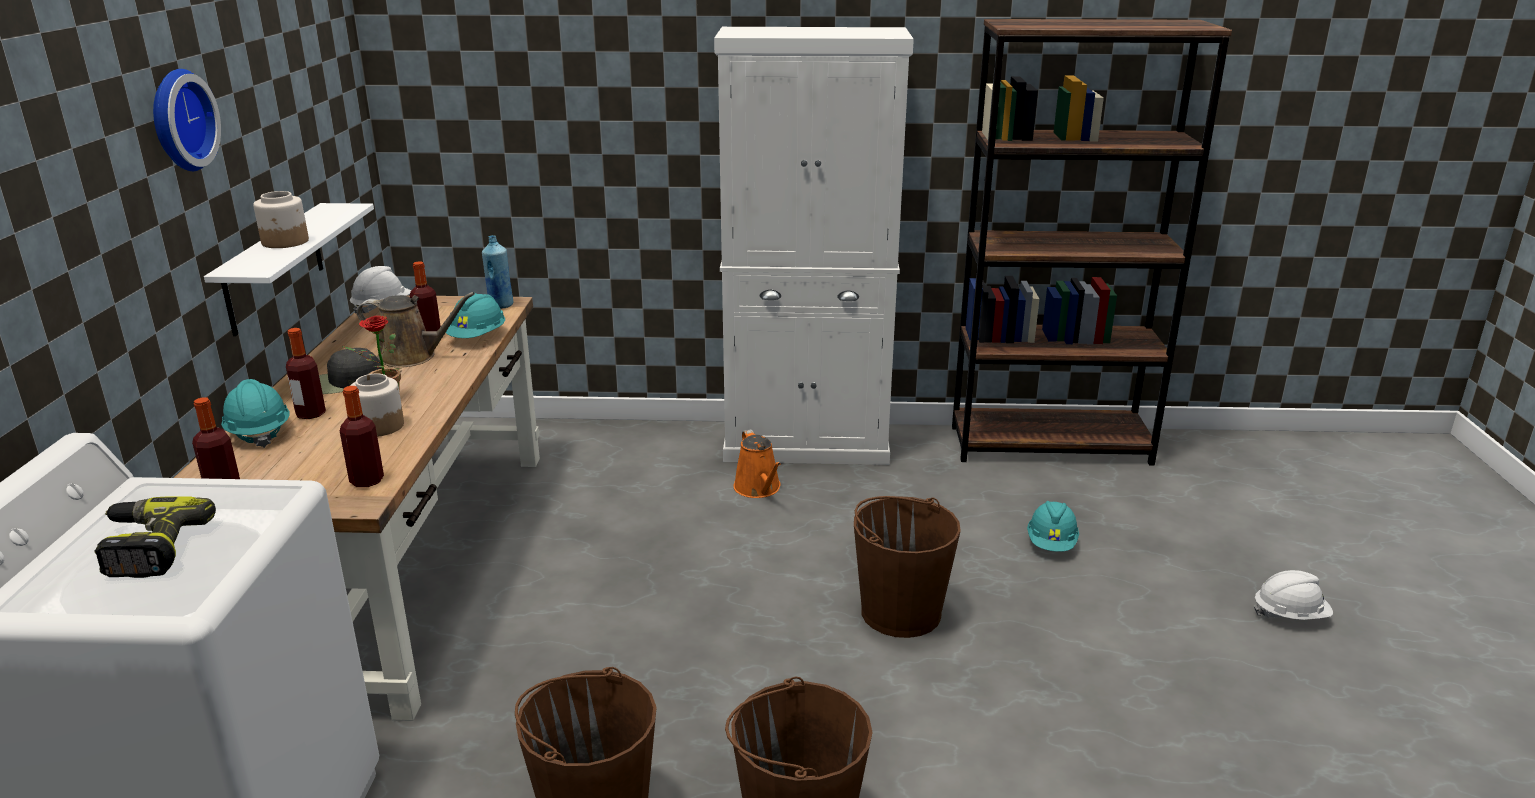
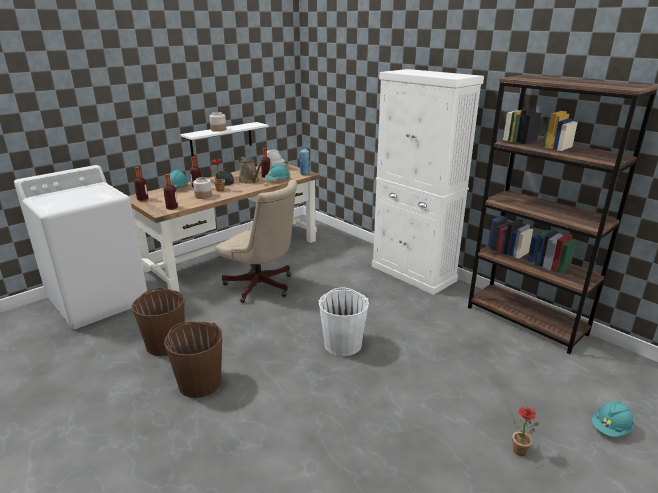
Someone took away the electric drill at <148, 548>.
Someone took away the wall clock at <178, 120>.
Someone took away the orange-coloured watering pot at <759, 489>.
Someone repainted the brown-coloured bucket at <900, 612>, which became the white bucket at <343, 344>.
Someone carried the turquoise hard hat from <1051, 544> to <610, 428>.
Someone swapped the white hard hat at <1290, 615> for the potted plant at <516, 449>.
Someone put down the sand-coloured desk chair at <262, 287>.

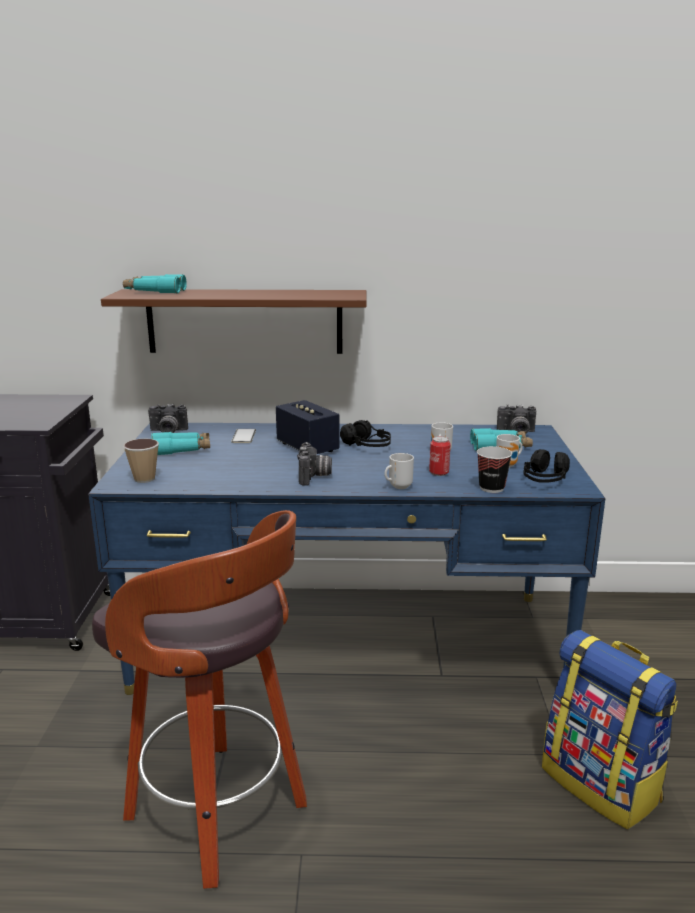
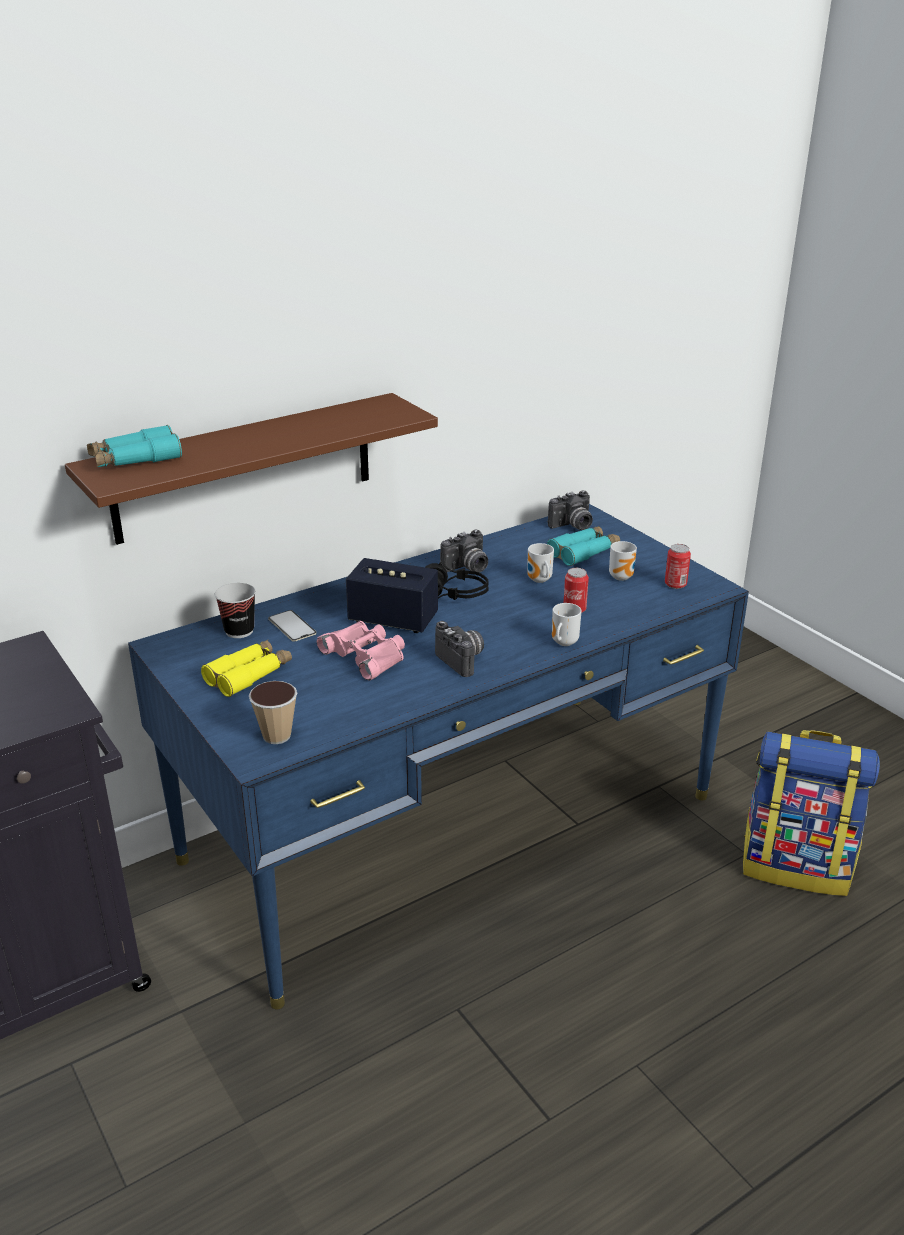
Someone took away the stool seat at <220, 813>.
Someone carried the still camera from <168, 432> to <467, 568>.
Someone repainted the turquoise binoculars at <181, 450>, which became the yellow-coloured binoculars at <249, 675>.
Someone carried the drinking cup from <491, 488> to <239, 631>.
Someone swapped the blackish headset at <544, 479> for the sealed can at <675, 584>.
Someone put down the pink-coloured binoculars at <366, 655>.

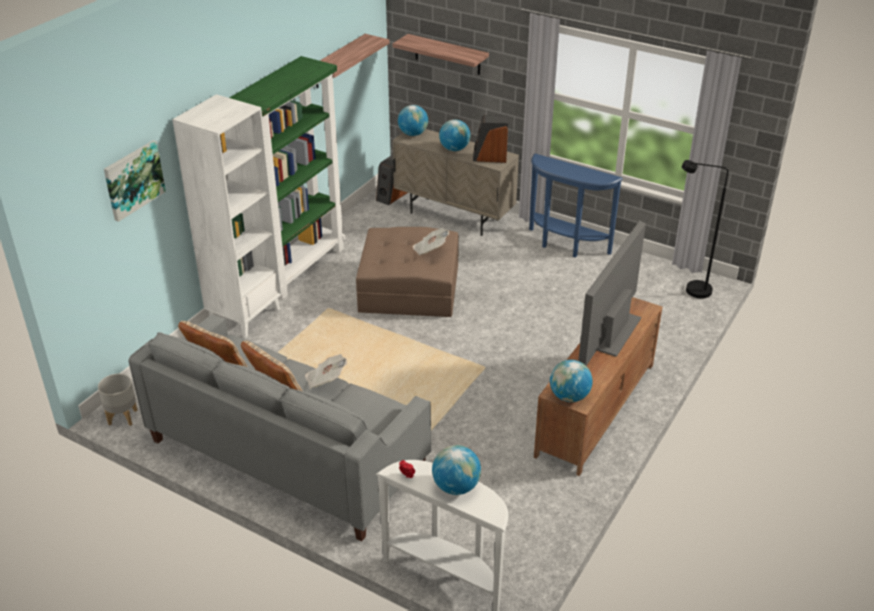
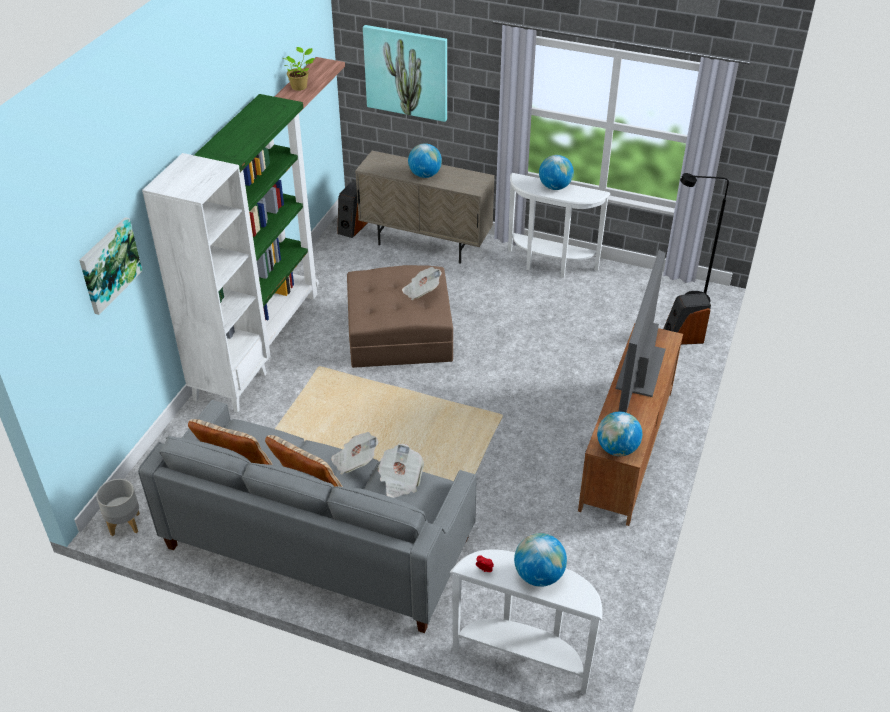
Someone swapped the bracket shelf at <447, 54> for the wall art at <406, 72>.
Someone carried the desk globe from <413, 134> to <555, 187>.
Someone carried the loudspeaker from <490, 157> to <682, 337>.
Someone repainted the blue-coloured console table at <565, 246>, which became the white console table at <549, 266>.
Someone put down the potted plant at <300, 86>.
Someone put down the newspaper at <400, 480>.

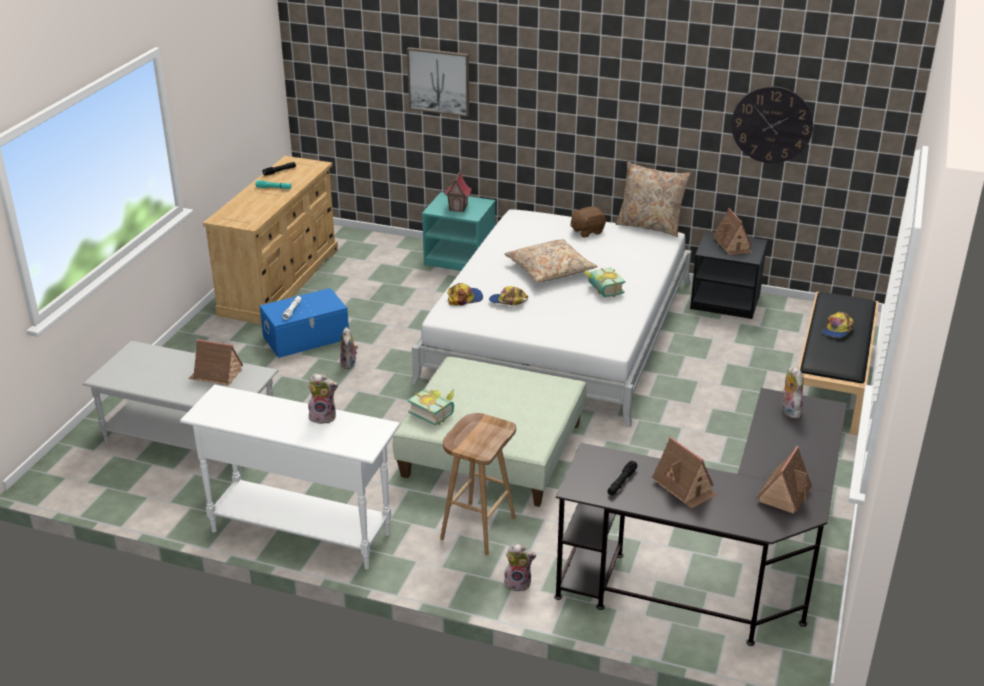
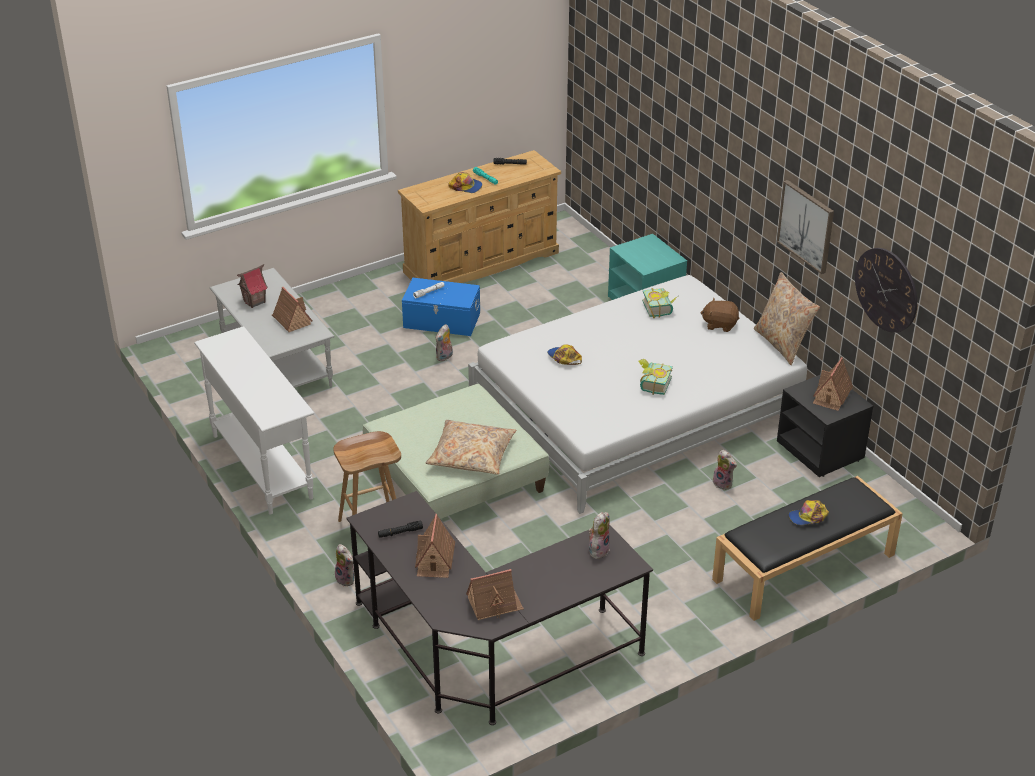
Someone carried the cuddly toy from <323, 417> to <724, 483>.
Someone carried the wall art from <439, 81> to <806, 226>.
Someone carried the book from <434, 412> to <660, 308>.
Someone carried the toy house from <458, 208> to <254, 302>.
Someone carried the cap from <464, 298> to <466, 186>.
Someone carried the sand-coloured throw pillow from <549, 270> to <471, 455>.

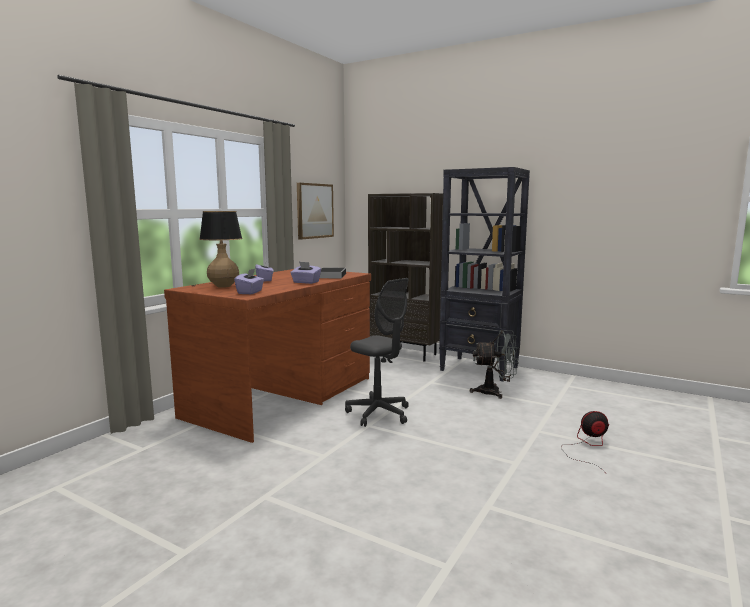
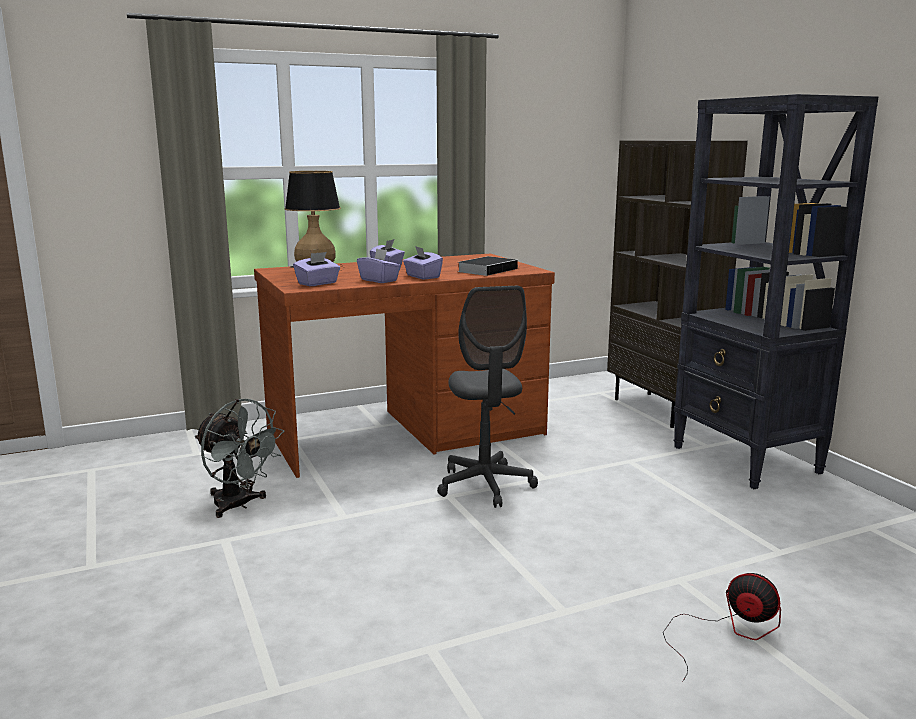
Someone took away the wall art at <314, 211>.
Someone carried the greyish electric fan from <495, 392> to <239, 505>.
Someone put down the purplish tissue box at <379, 280>.

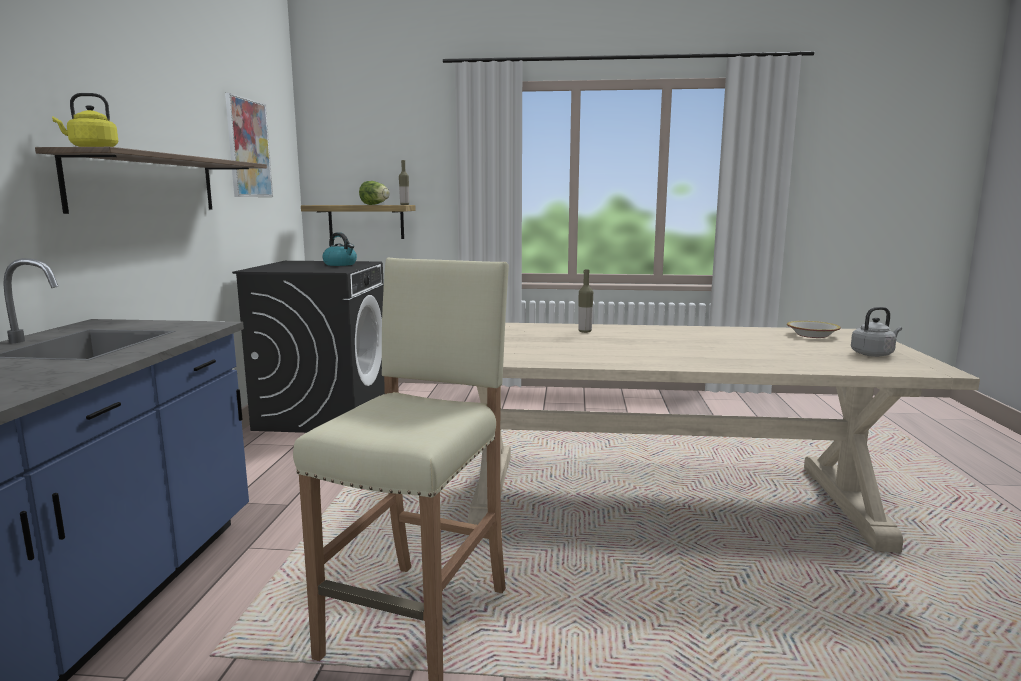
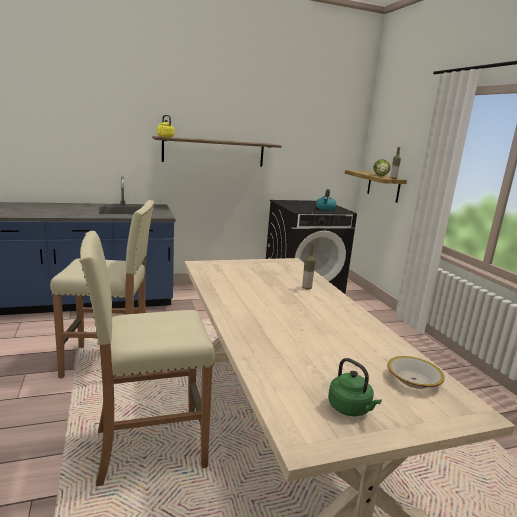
Someone took away the wall art at <248, 148>.
Someone repainted the greyish tea kettle at <873, 354>, which became the green tea kettle at <351, 409>.
Someone put down the sand-coloured stool seat at <148, 448>.

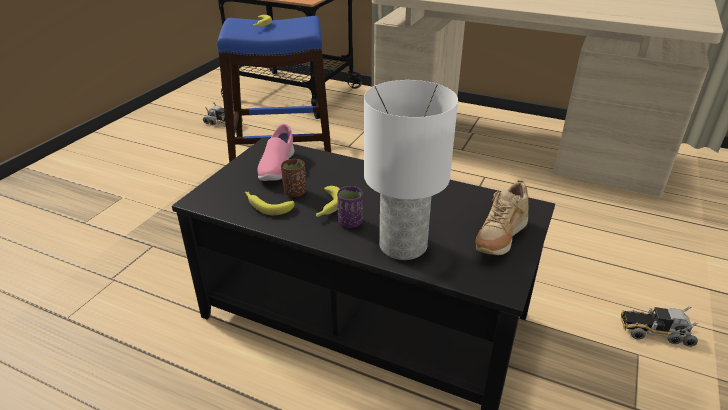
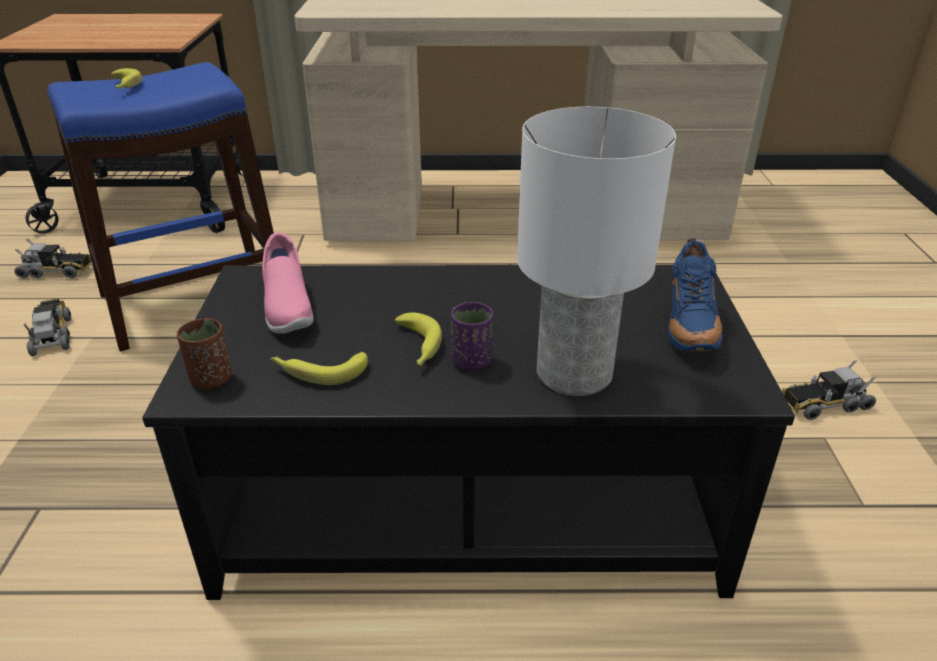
Someone carried the brown-coloured drinking cup from <295, 192> to <211, 379>.
Someone repainted the sand-coloured low shoe at <499, 239>, which became the blue-coloured low shoe at <689, 329>.
Someone put down the model truck at <52, 335>.

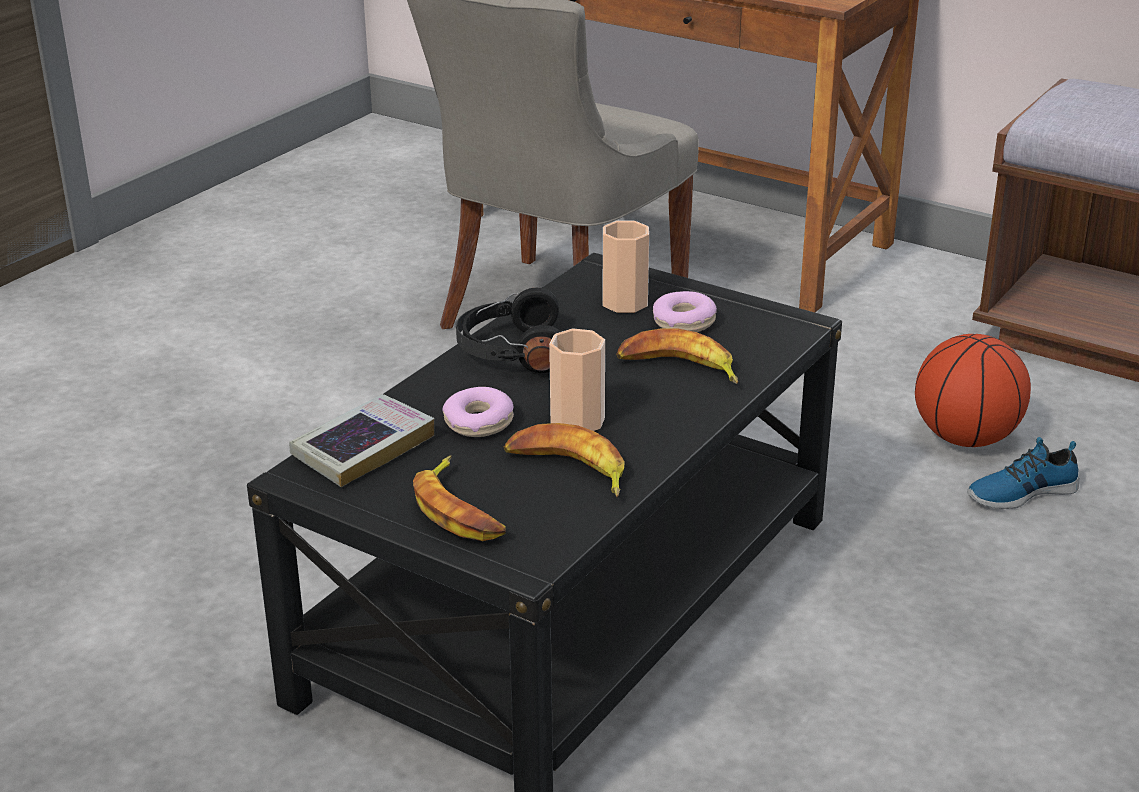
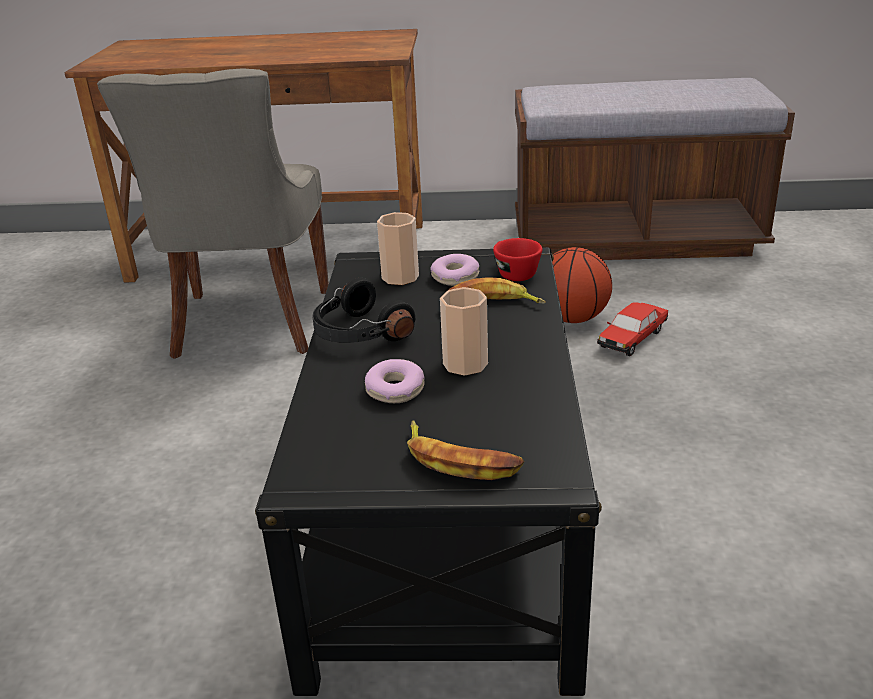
Someone took away the book at <363, 448>.
Someone took away the banana fruit at <568, 470>.
Someone swapped the low shoe at <1020, 492> for the miniature car at <632, 338>.
Someone put down the red-coloured drinking cup at <513, 273>.

